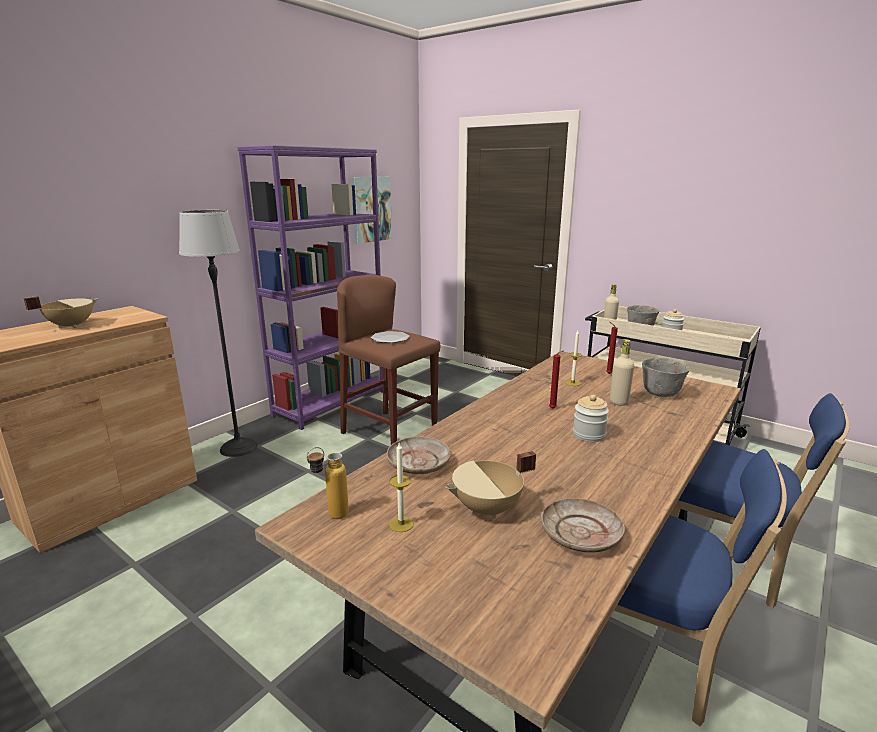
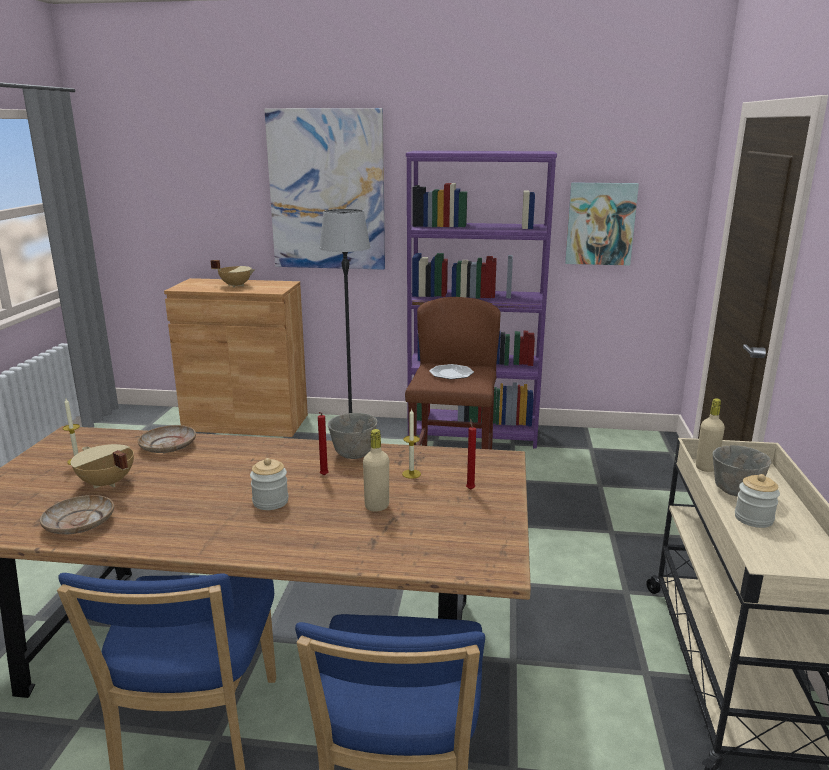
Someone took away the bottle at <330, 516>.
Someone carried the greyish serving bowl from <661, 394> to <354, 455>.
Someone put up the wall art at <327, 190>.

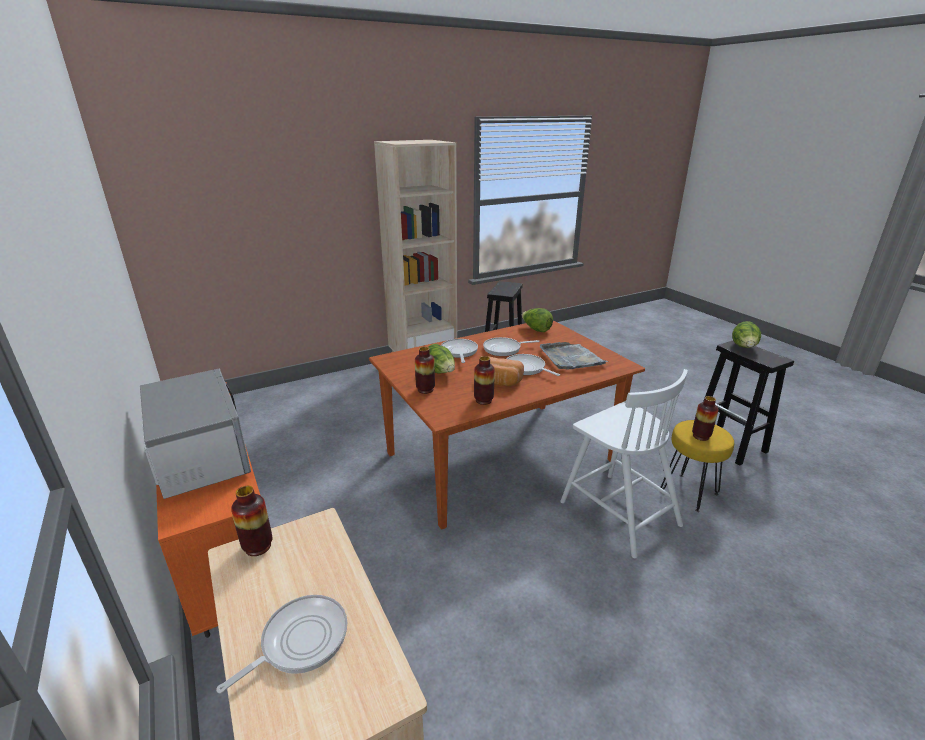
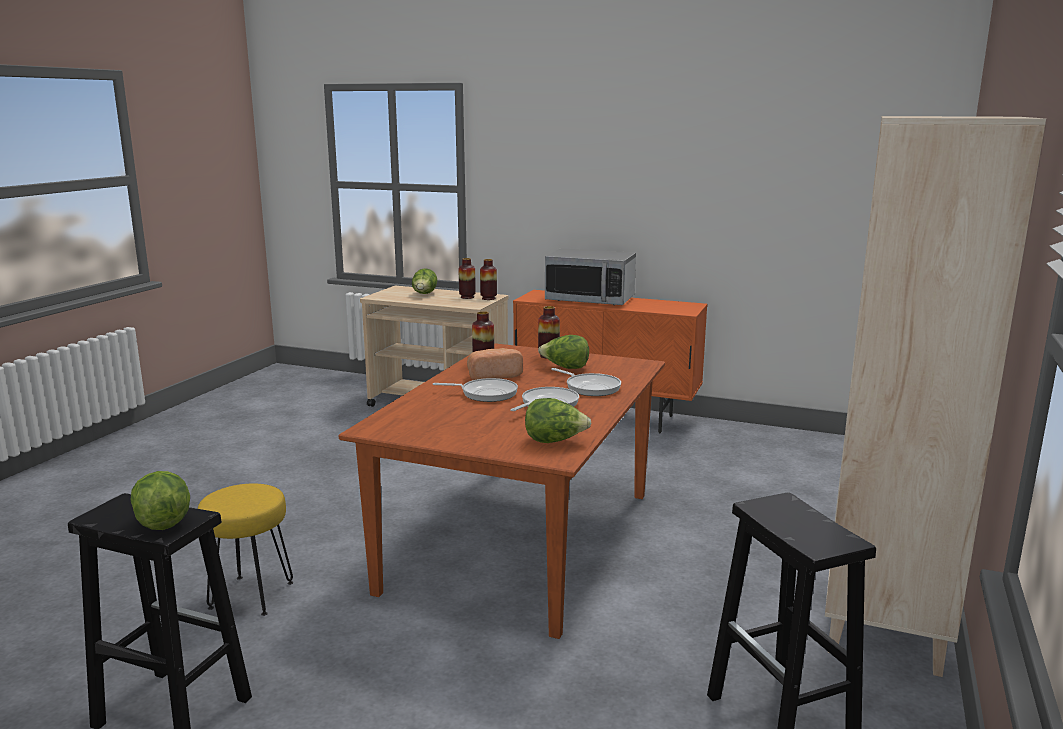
Someone swapped the skillet at <300, 641> for the lettuce at <424, 294>.
Someone took away the greyish carrying tray at <570, 358>.
Someone took away the white plain chair at <617, 512>.
Someone carried the vase from <701, 436> to <467, 297>.

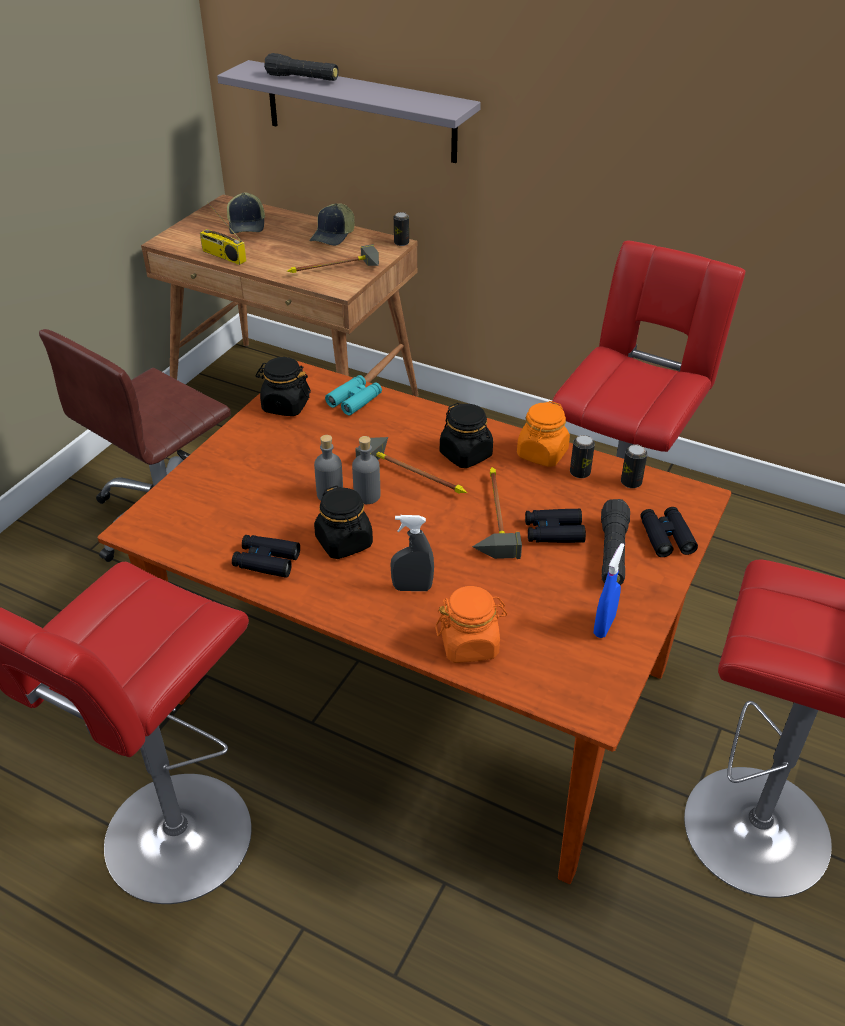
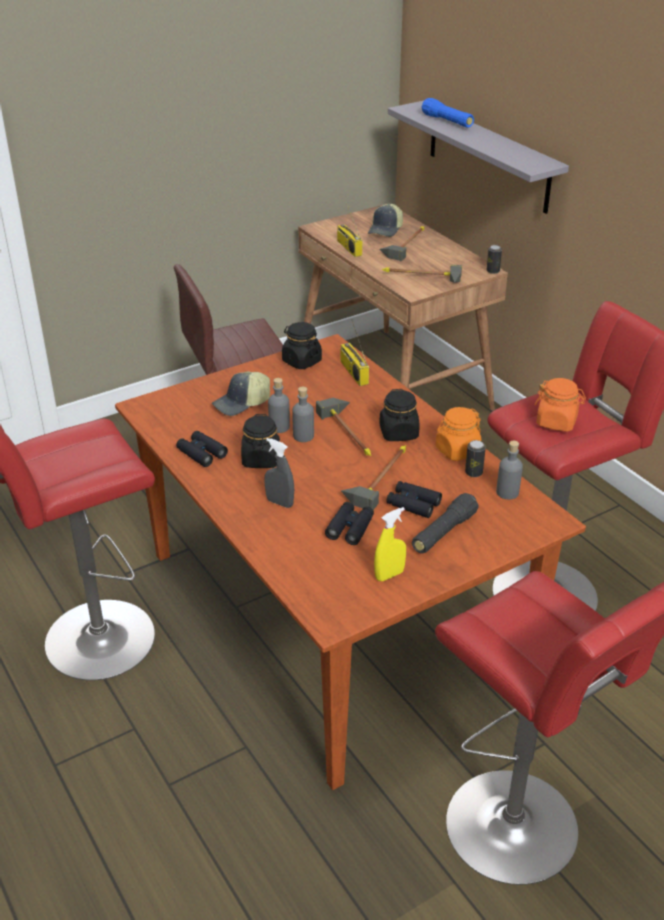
Someone repainted the blackish torch at <302, 78>, which became the blue-coloured torch at <447, 121>.
Someone carried the cap from <334, 236> to <242, 403>.
Someone swapped the turquoise binoculars at <354, 400> for the radio at <353, 372>.
Someone carried the orange-coloured storage jar from <469, 644> to <556, 422>.
Someone repainted the blue-coloured hand sprayer at <604, 626>, which became the yellow-coloured hand sprayer at <389, 575>.
Someone swapped the sealed can at <631, 482> for the greyish bottle at <507, 492>.
Someone carried the blackish binoculars from <666, 537> to <350, 528>.
Someone put down the hammer at <405, 244>.

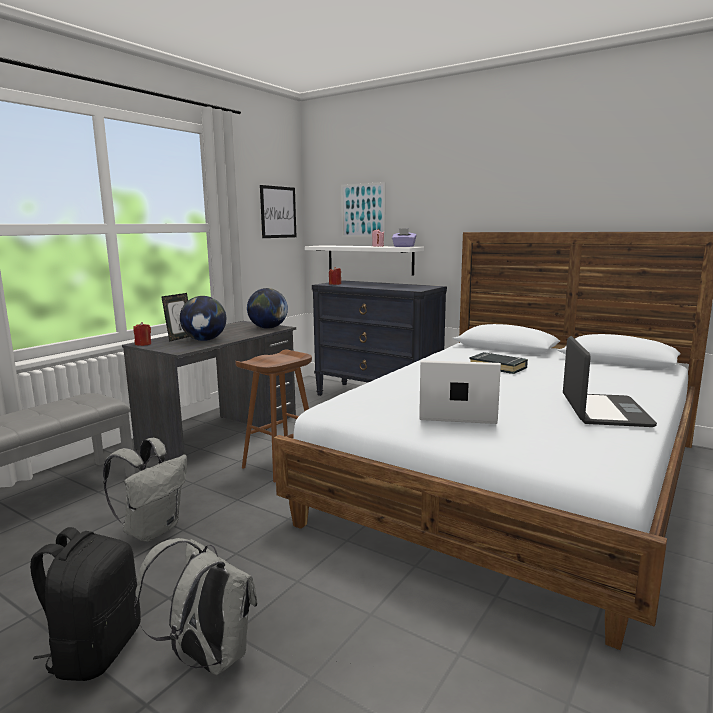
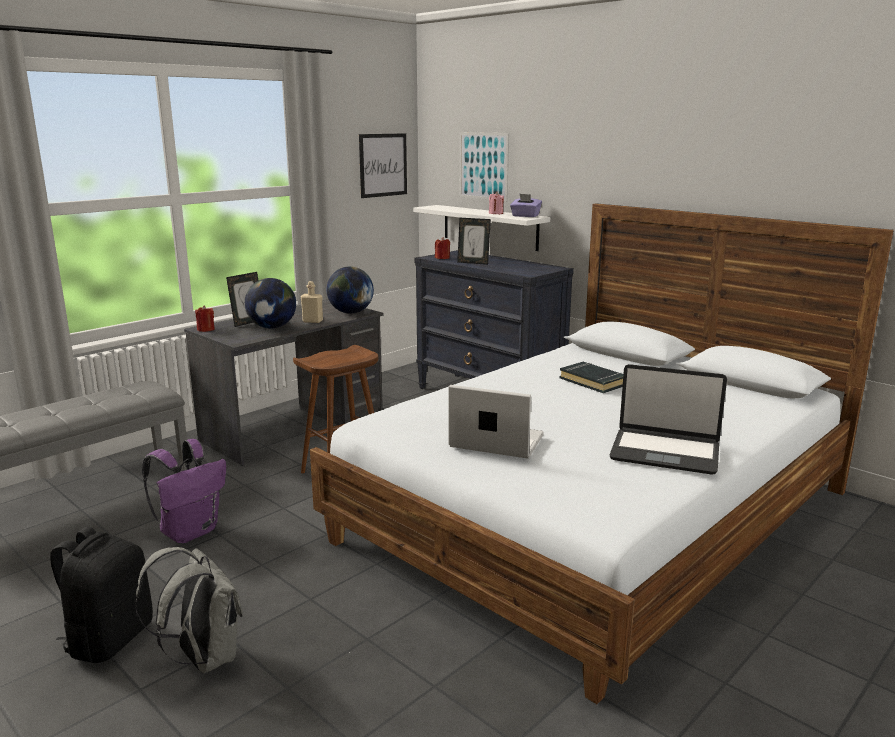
Someone repainted the greyish knapsack at <152, 529>, which became the purplish knapsack at <191, 531>.
Someone rotated the notebook computer at <603, 411> by 90 degrees clockwise.
Someone put down the sand-coloured bottle at <312, 321>.
Someone put down the picture frame at <473, 263>.

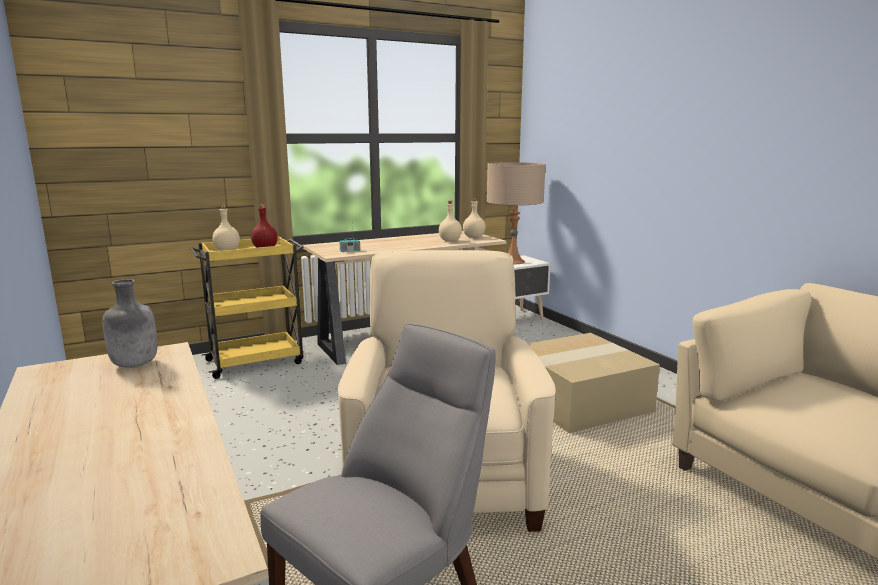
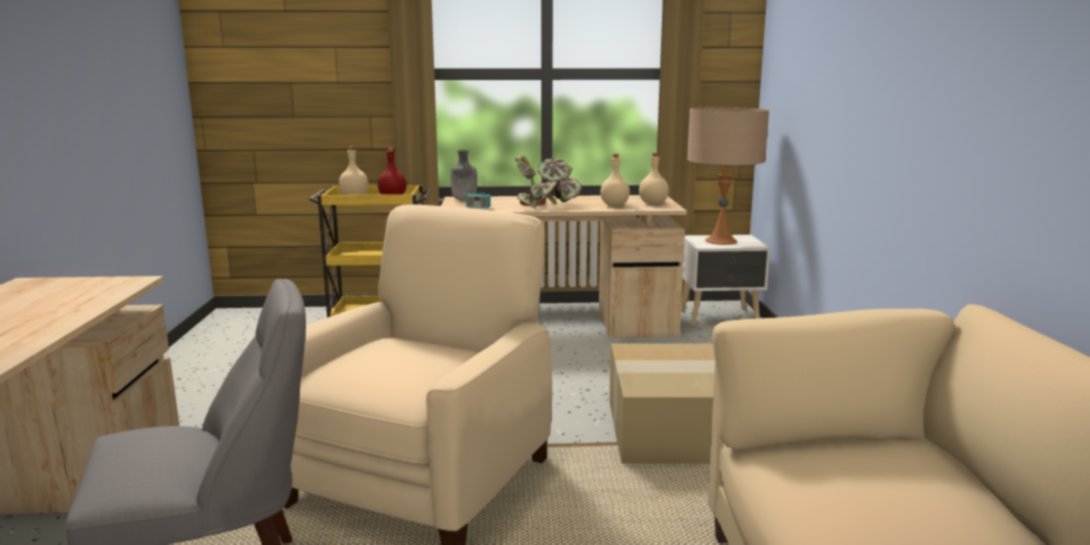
Someone carried the greyish bottle from <134, 365> to <464, 200>.
Someone put down the potted plant at <546, 205>.

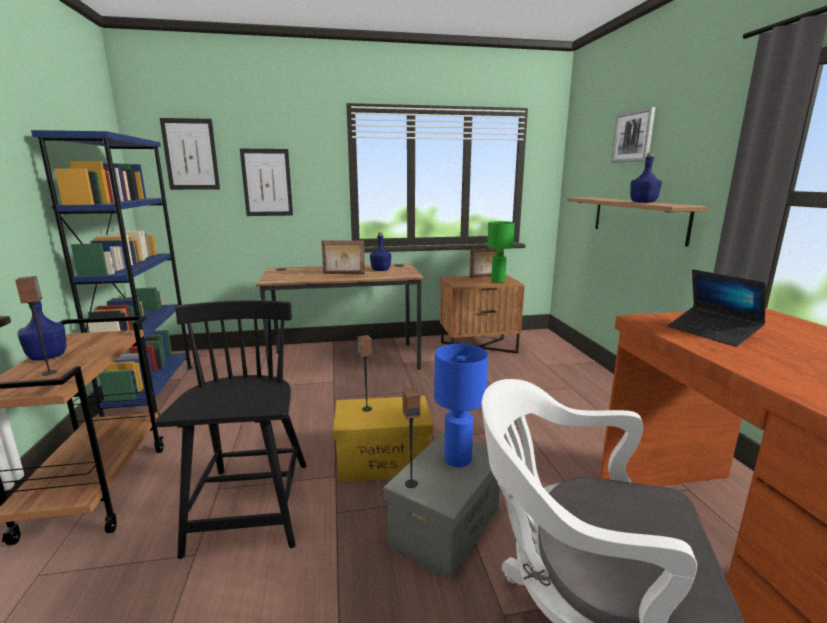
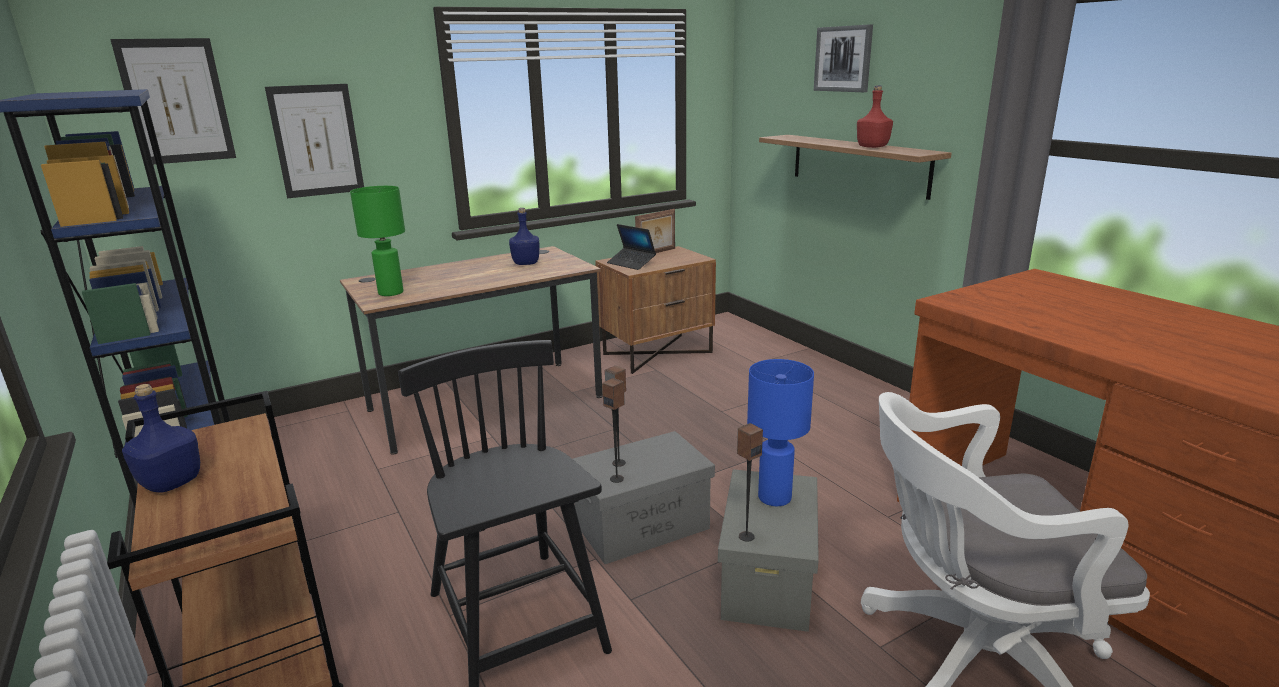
Someone carried the loudspeaker from <50, 373> to <617, 479>.
Someone took away the picture frame at <344, 274>.
Someone repainted the yellow-coloured storage box at <384, 461>, which became the greyish storage box at <643, 525>.
Someone carried the green table lamp from <497, 281> to <390, 293>.
Someone repainted the blue-coloured bottle at <643, 202>, which became the red-coloured bottle at <872, 147>.
Someone carried the notebook computer from <712, 333> to <631, 263>.

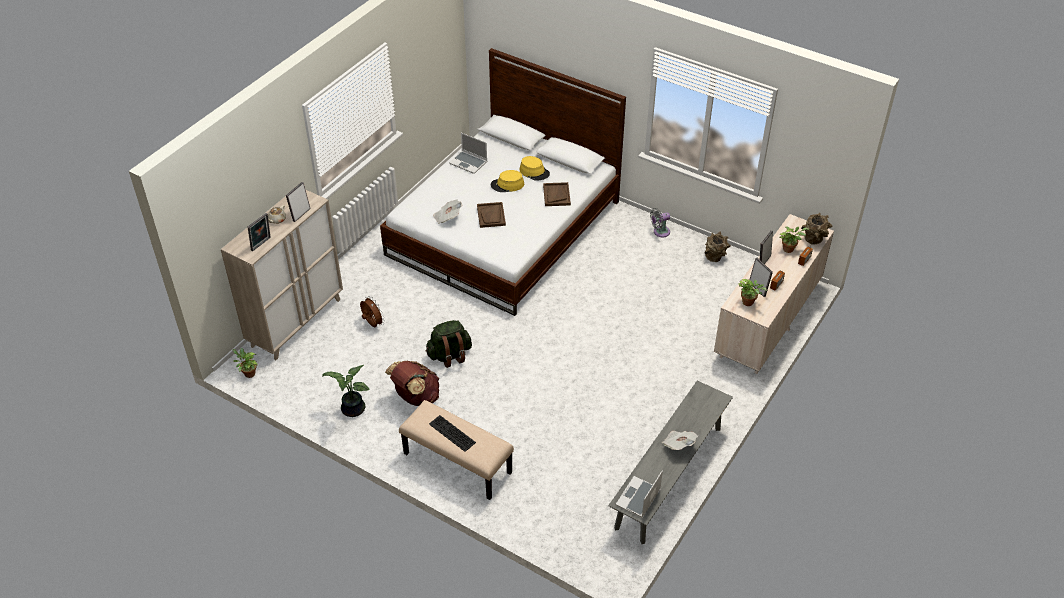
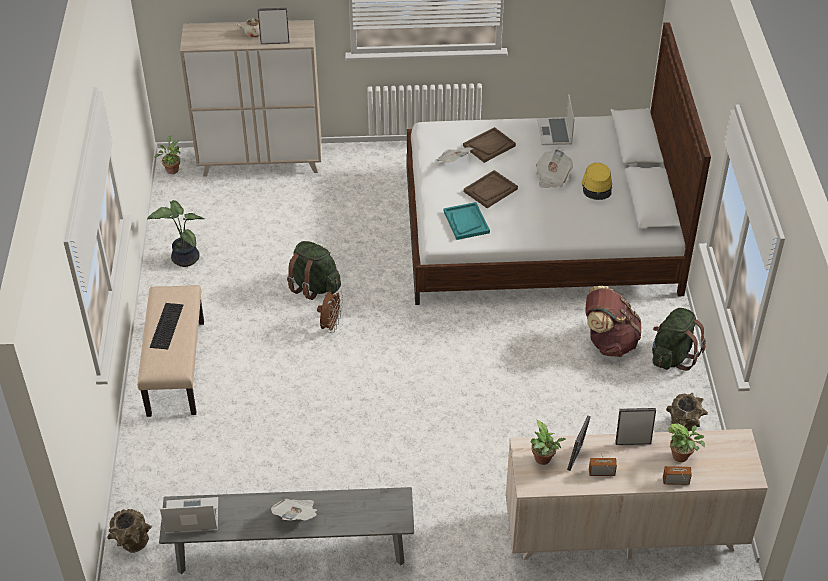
Someone took away the picture frame at <262, 244>.
Someone carried the brown-coloured electric fan from <372, 324> to <331, 325>.
Someone carried the brown-coloured knapsack from <416, 397> to <608, 342>.
Someone swapped the yellow-coloured wearable hat at <507, 185> for the newspaper at <552, 177>.
Someone carried the brown-coloured carrying tray from <556, 195> to <489, 146>.
Someone swapped the greyish electric fan at <660, 232> for the green knapsack at <672, 356>.
Someone carried the brown-coloured vase from <814, 240> to <133, 545>.
Someone put down the turquoise carrying tray at <466, 222>.

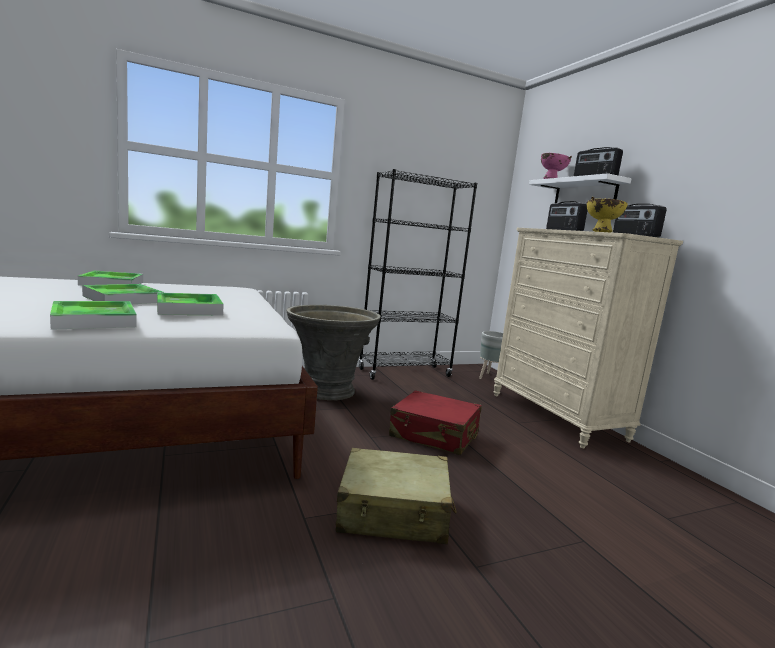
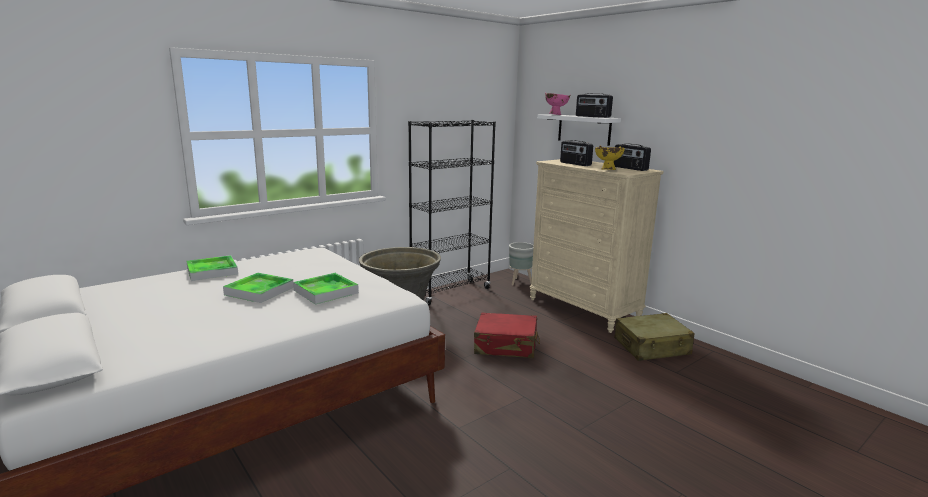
Someone took away the carrying tray at <94, 320>.
Someone carried the sand-coloured suitcase from <394, 512> to <652, 347>.

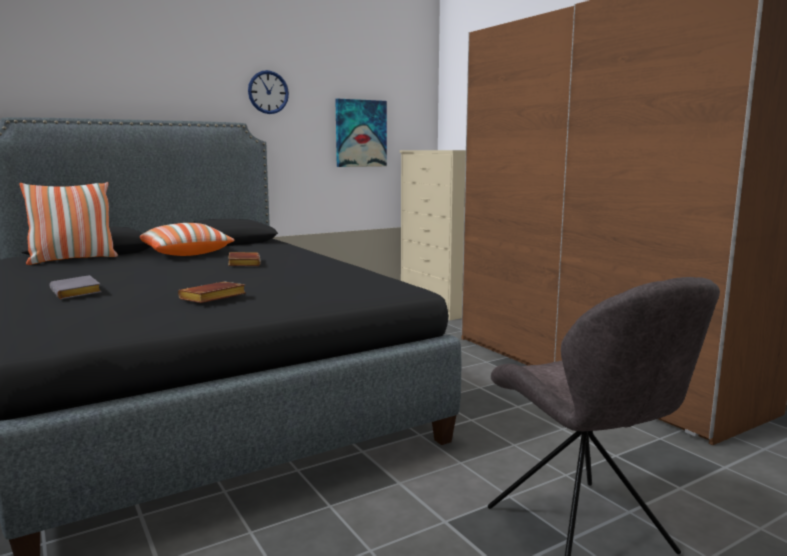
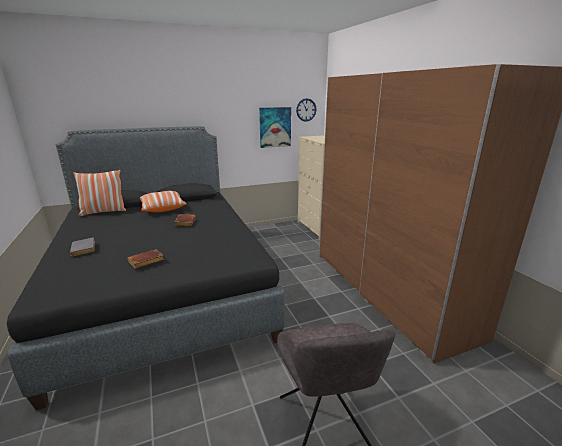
Someone carried the wall clock from <268, 92> to <306, 110>.

